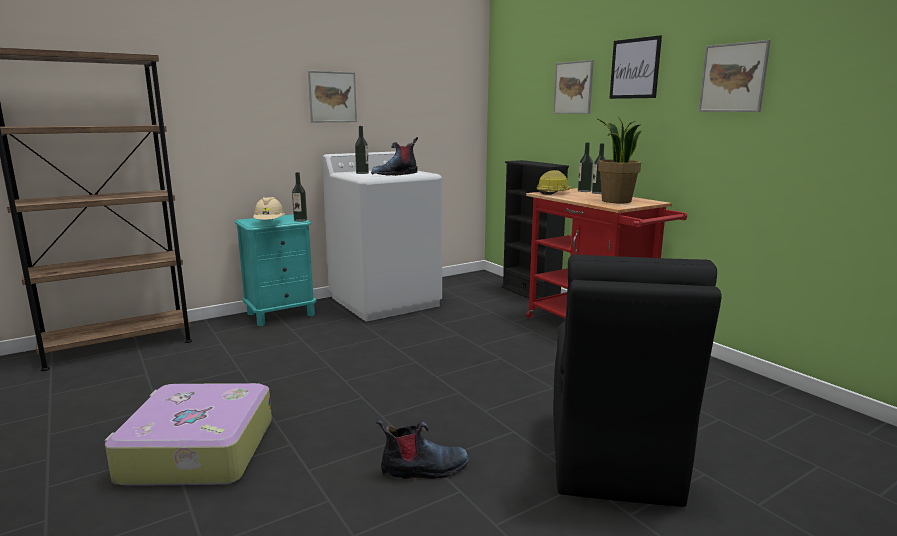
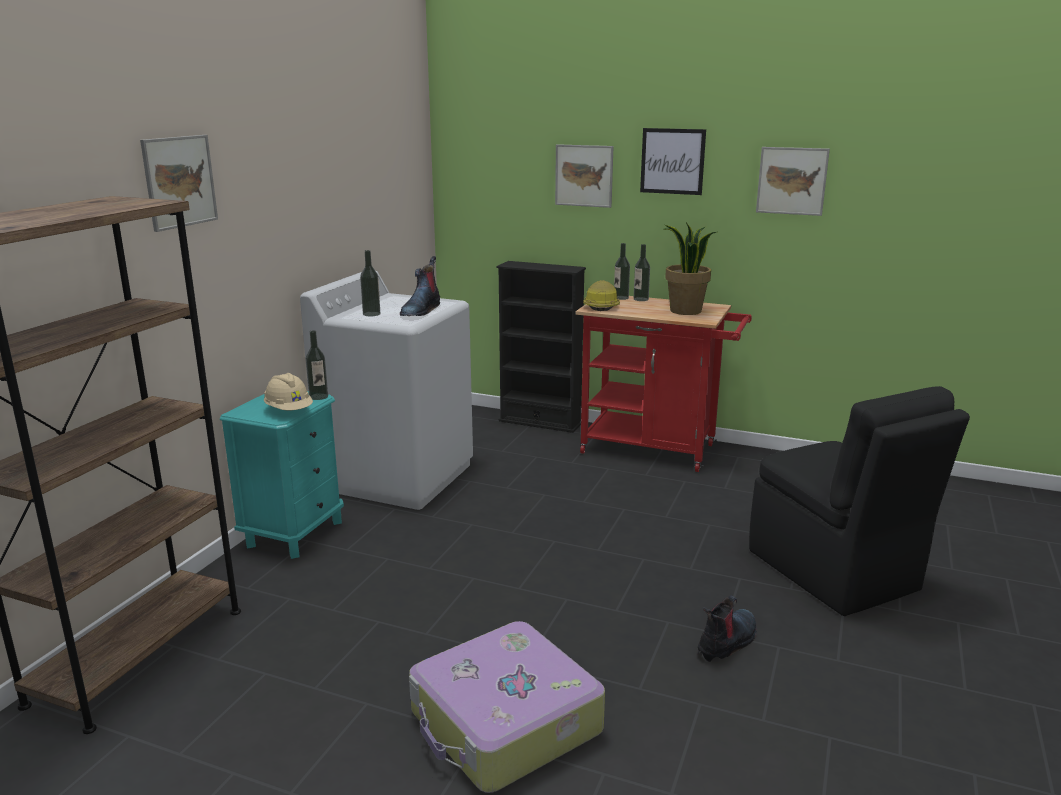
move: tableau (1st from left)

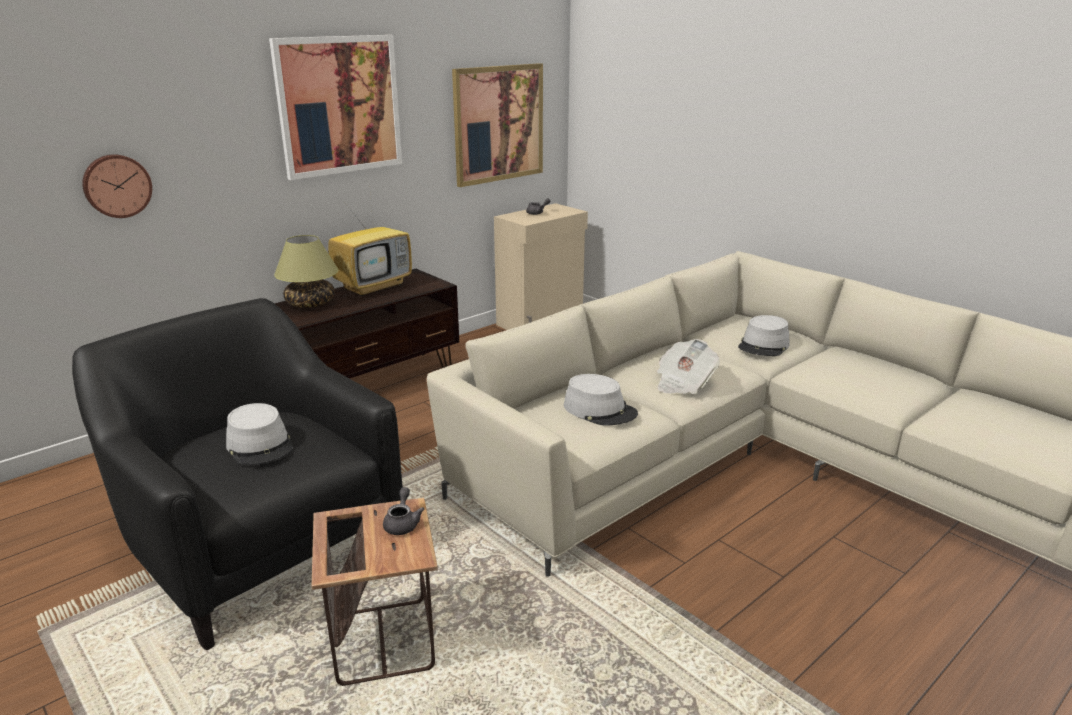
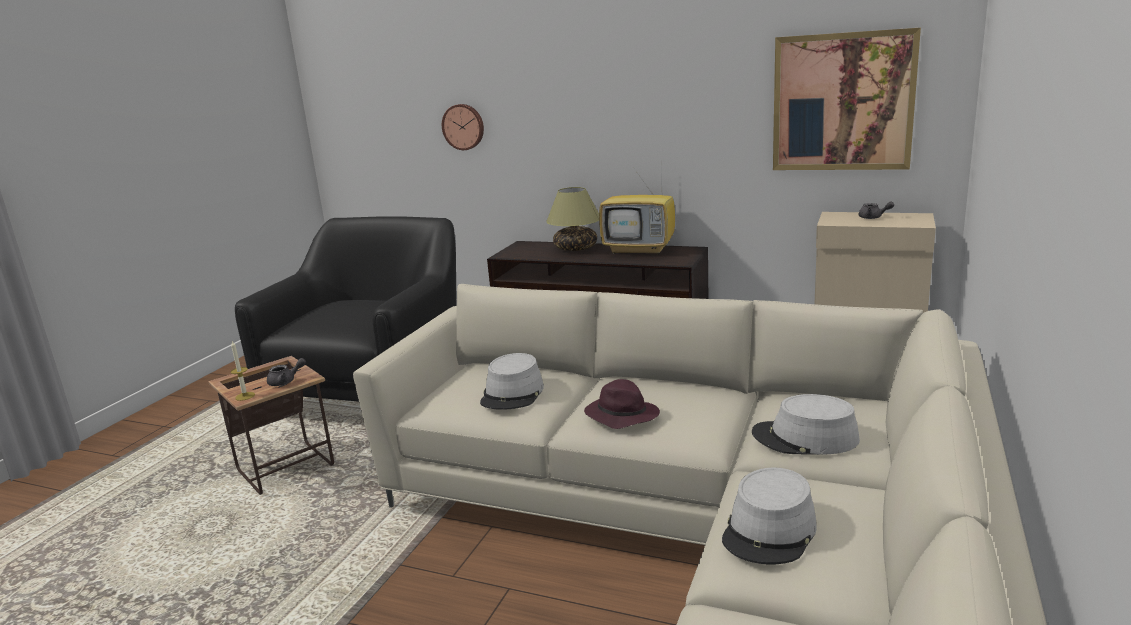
delete: tableau (1st from left)
insert: bougie
move: chapeau (gris) (1st from left in the first image) to chapeau (gris) (2nd from left)
replace: journal to chapeau (violet)

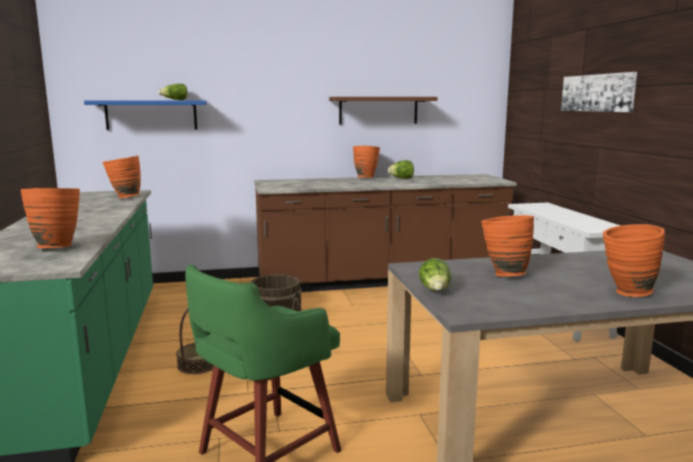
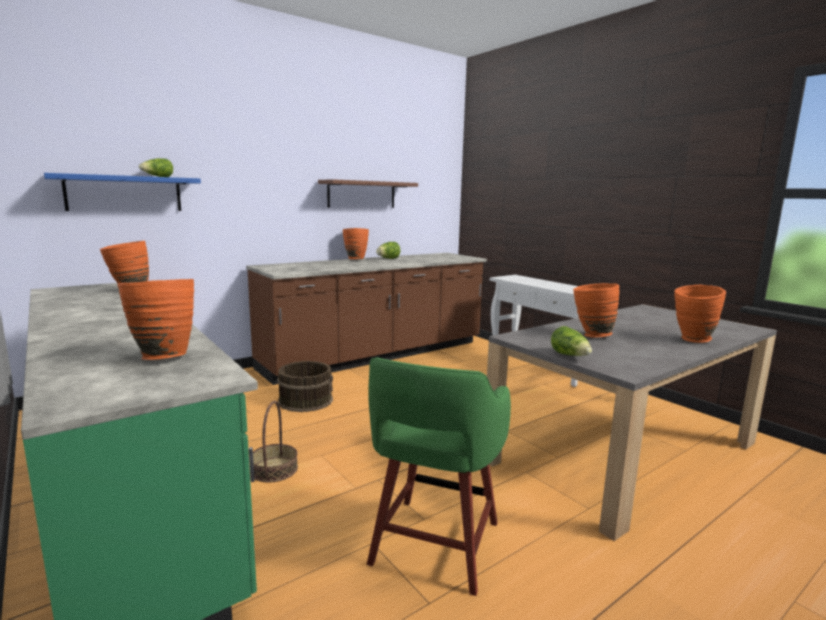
delete: tableau

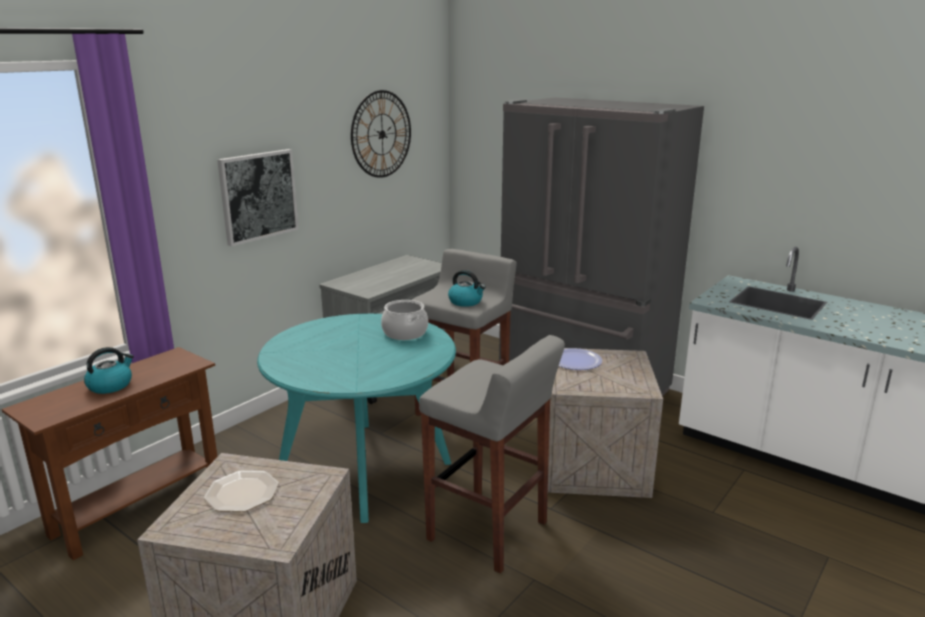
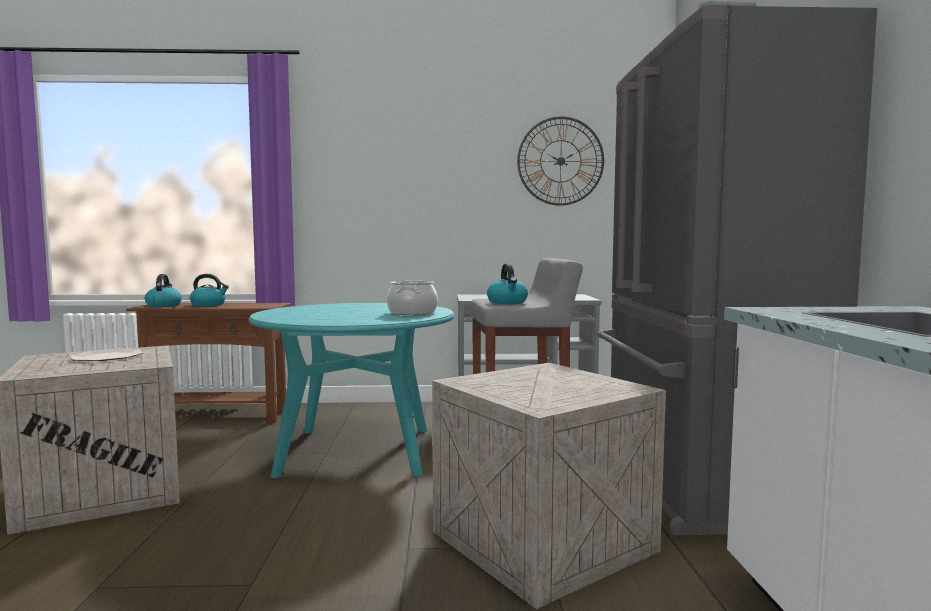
delete: tableau; tabouret (gris) (2nd from left); assiette (2nd from left)
insert: bouilloire (1st from left)

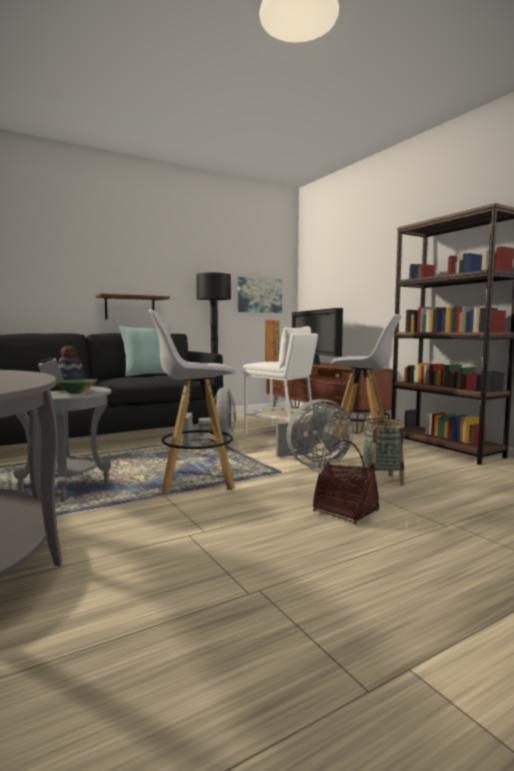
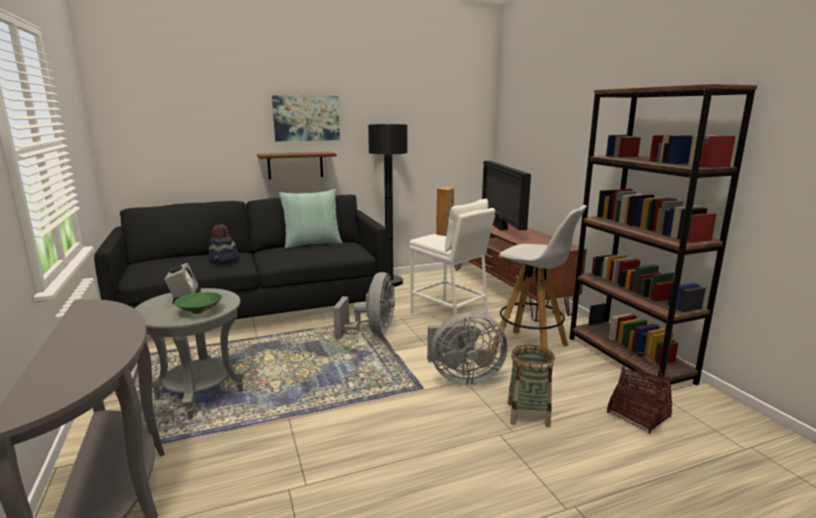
delete: tabouret (blanc) (1st from left)
move: tableau; panier (1st from left in the first image) to panier (2nd from left)

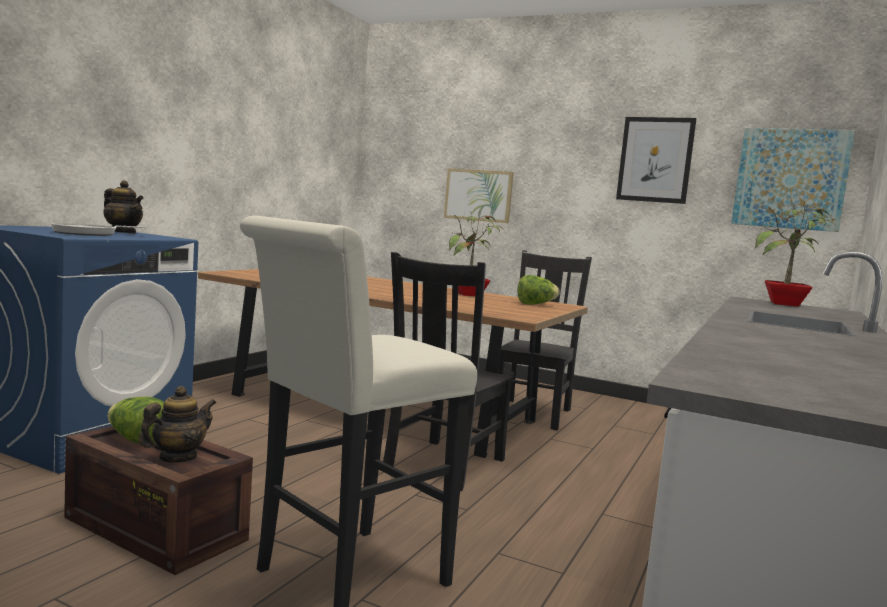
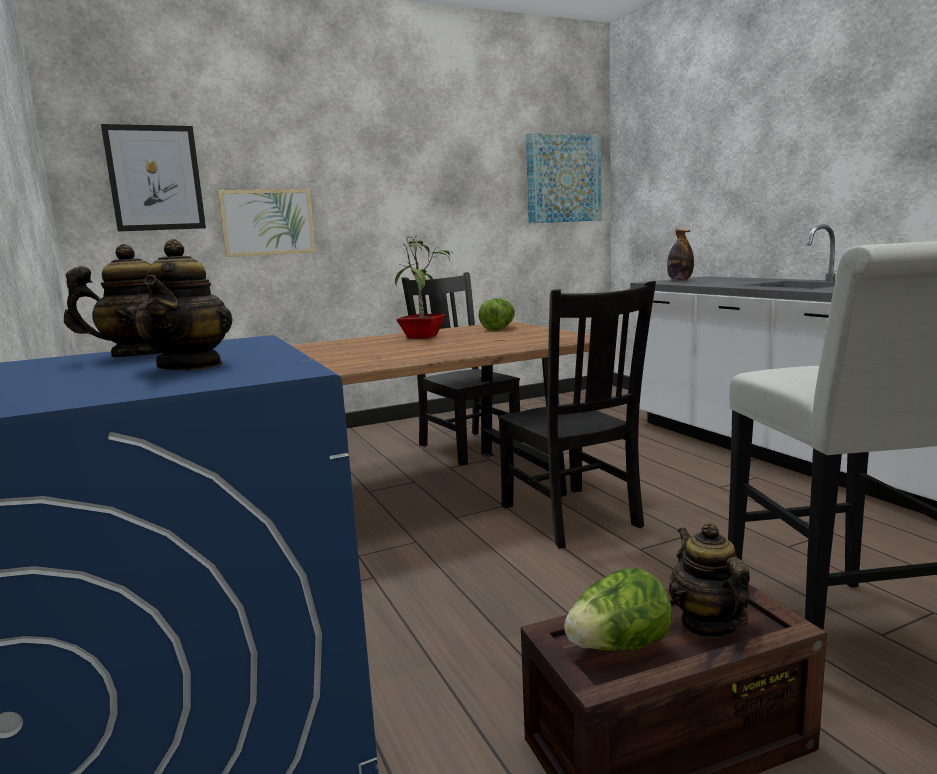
move: tableau (2nd from left in the first image) to tableau (1st from left)
replace: poêle to théière (2nd from left); plante en pot (2nd from left) to bouteille

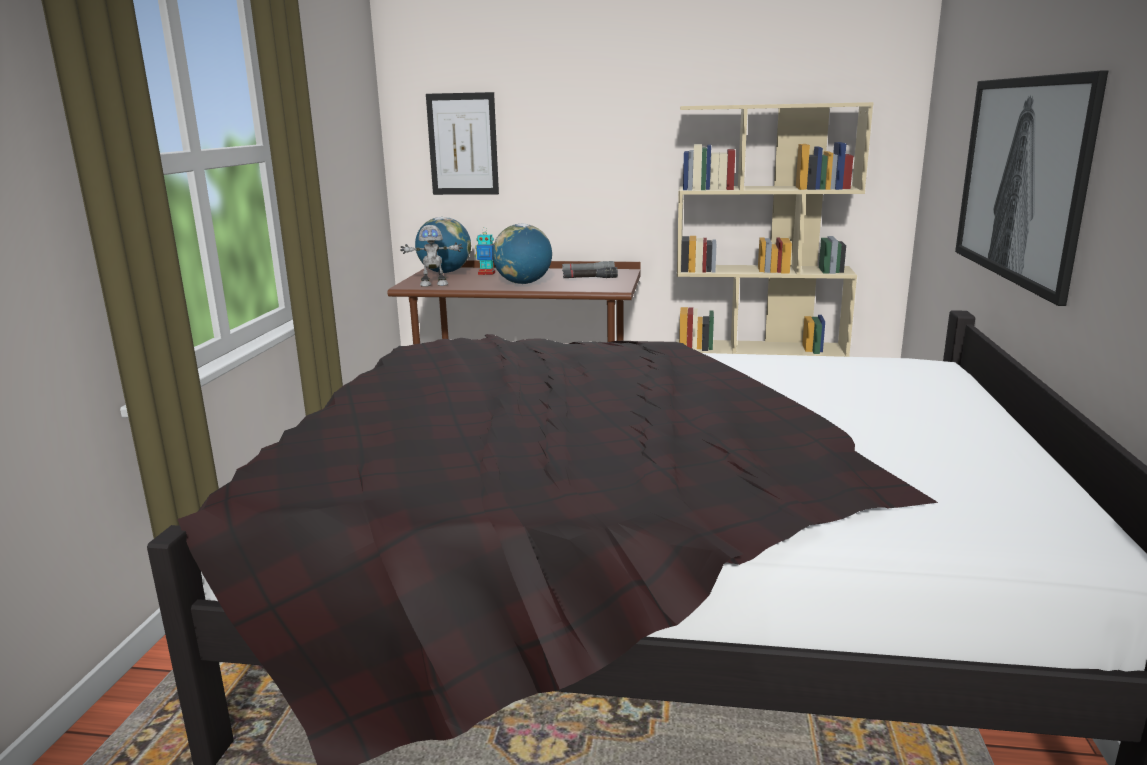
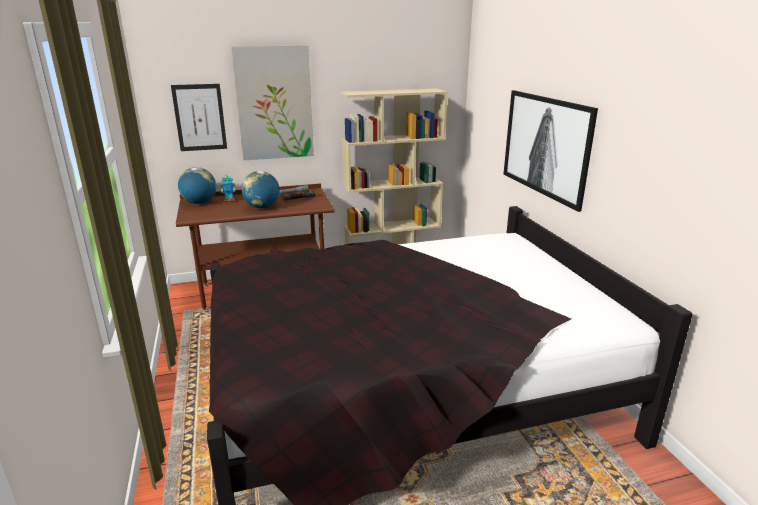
delete: robot jouet (1st from left)
insert: tableau (2nd from left)

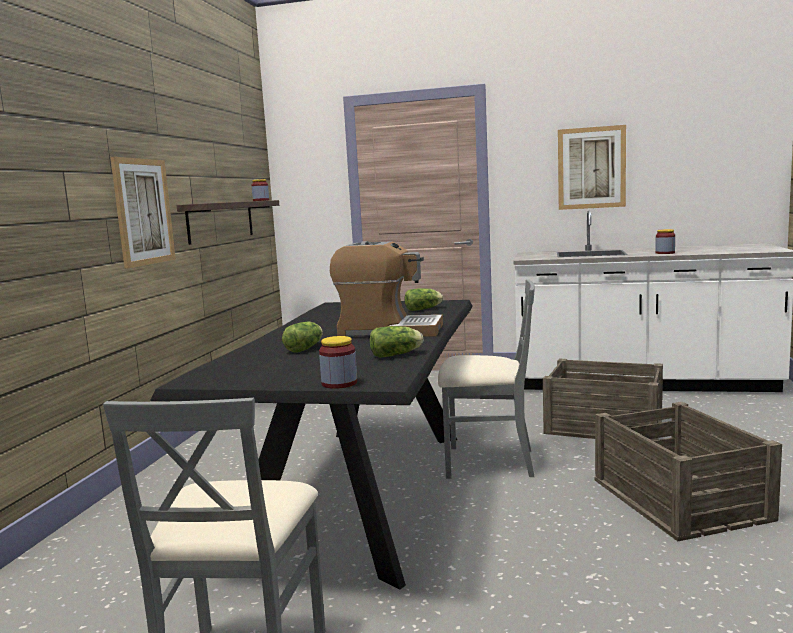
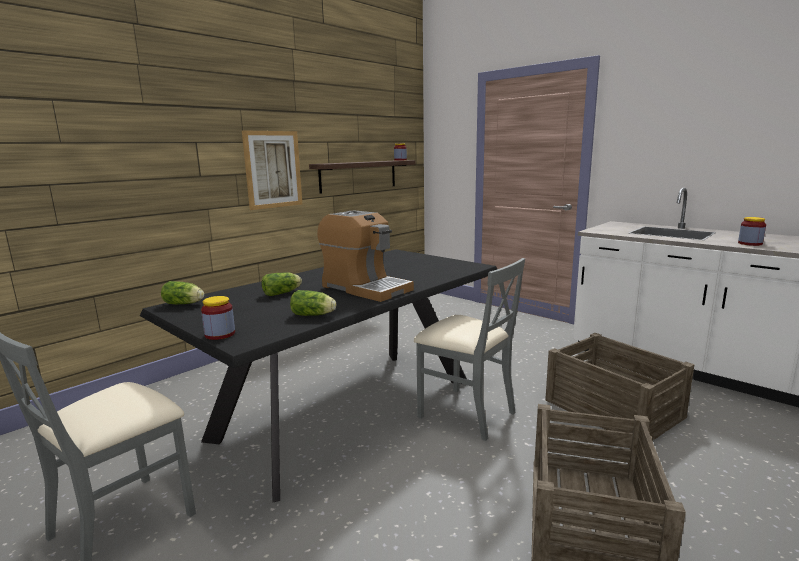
delete: tableau (2nd from left)
move: laitue (3rd from left in the first image) to laitue (1st from left)

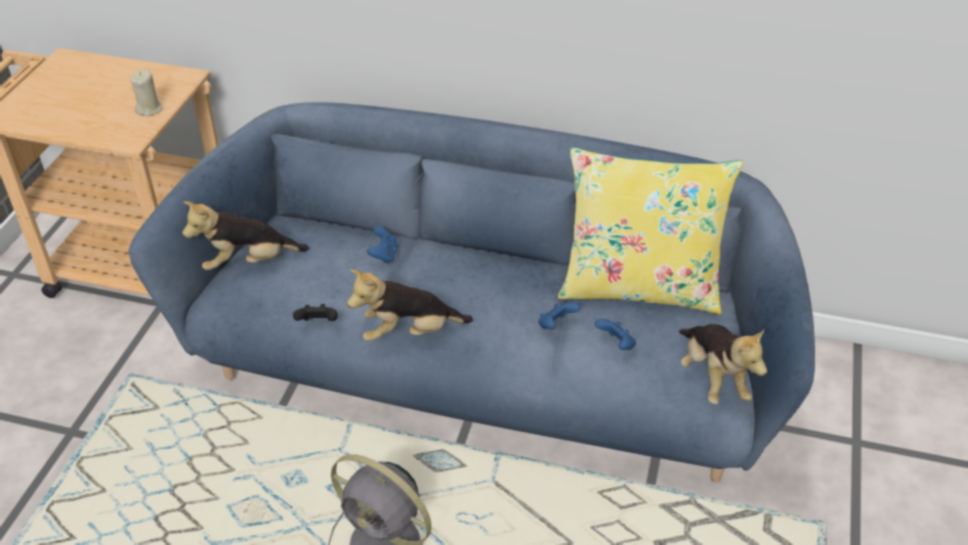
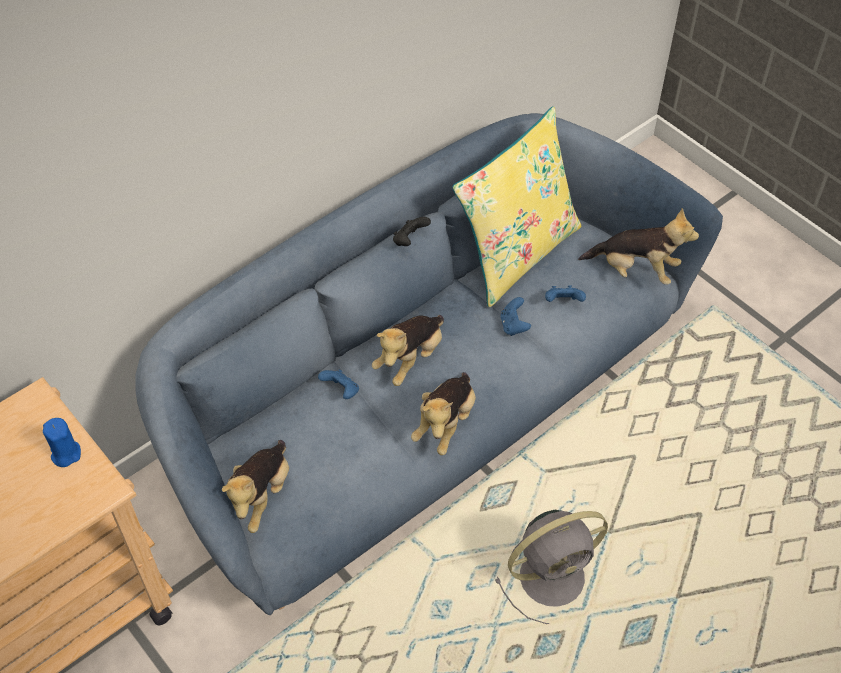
insert: peluche (2nd from left)
move: manette (noir)
recolor: bougie (beige) to bougie (bleu)

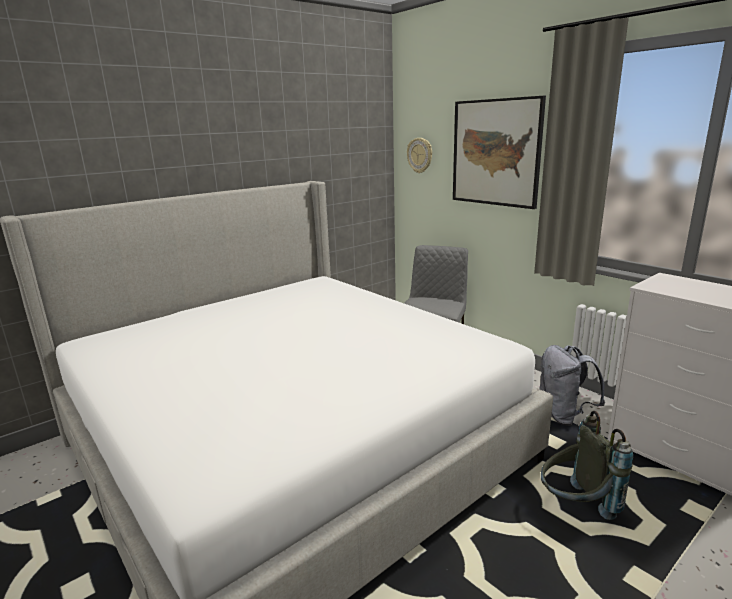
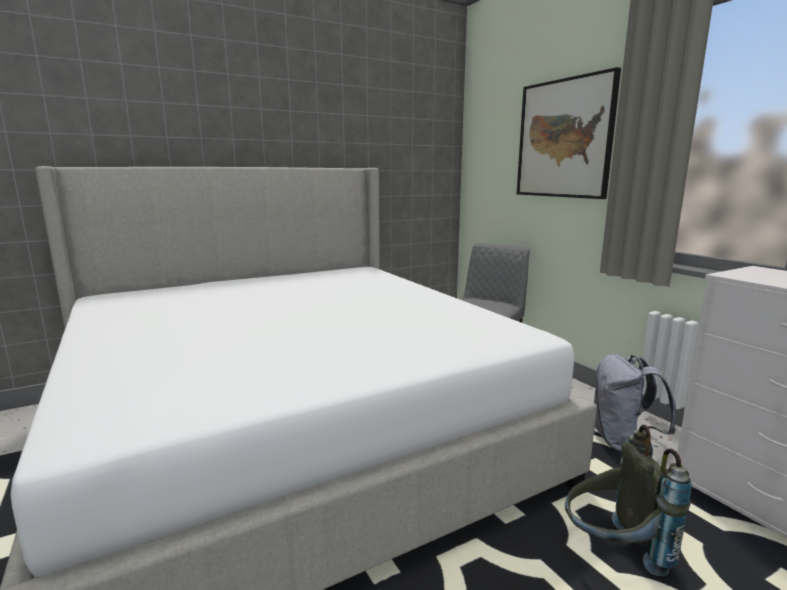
delete: horloge murale

